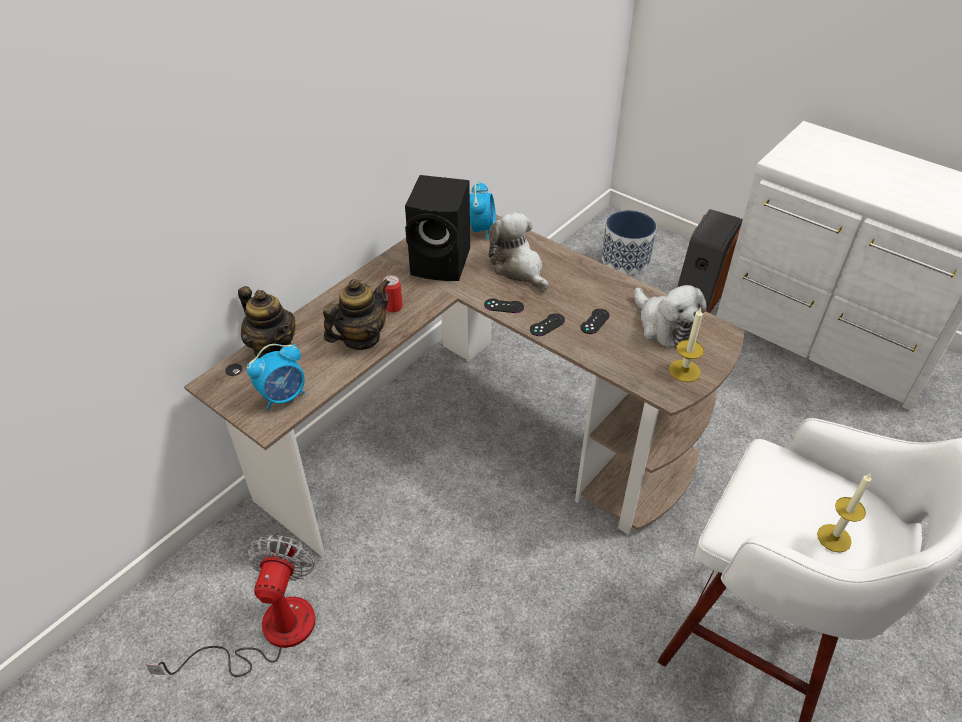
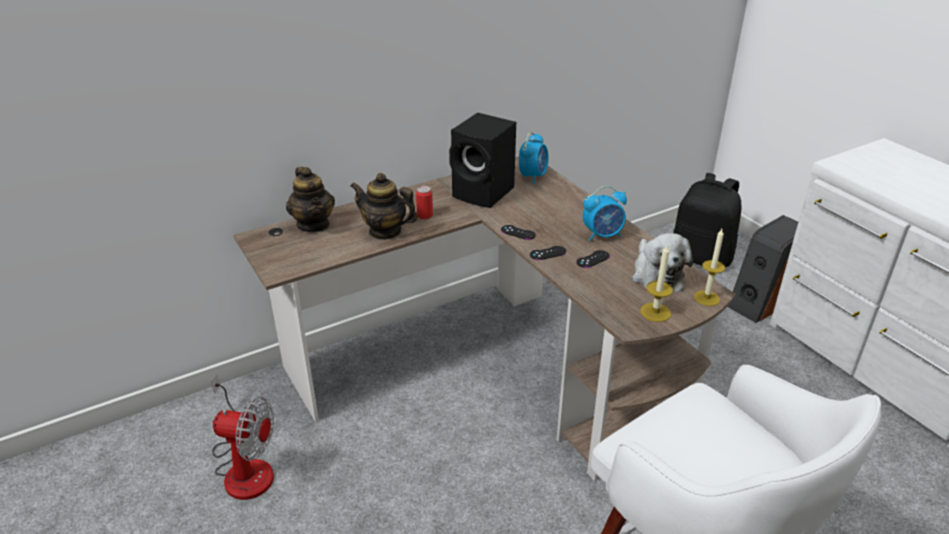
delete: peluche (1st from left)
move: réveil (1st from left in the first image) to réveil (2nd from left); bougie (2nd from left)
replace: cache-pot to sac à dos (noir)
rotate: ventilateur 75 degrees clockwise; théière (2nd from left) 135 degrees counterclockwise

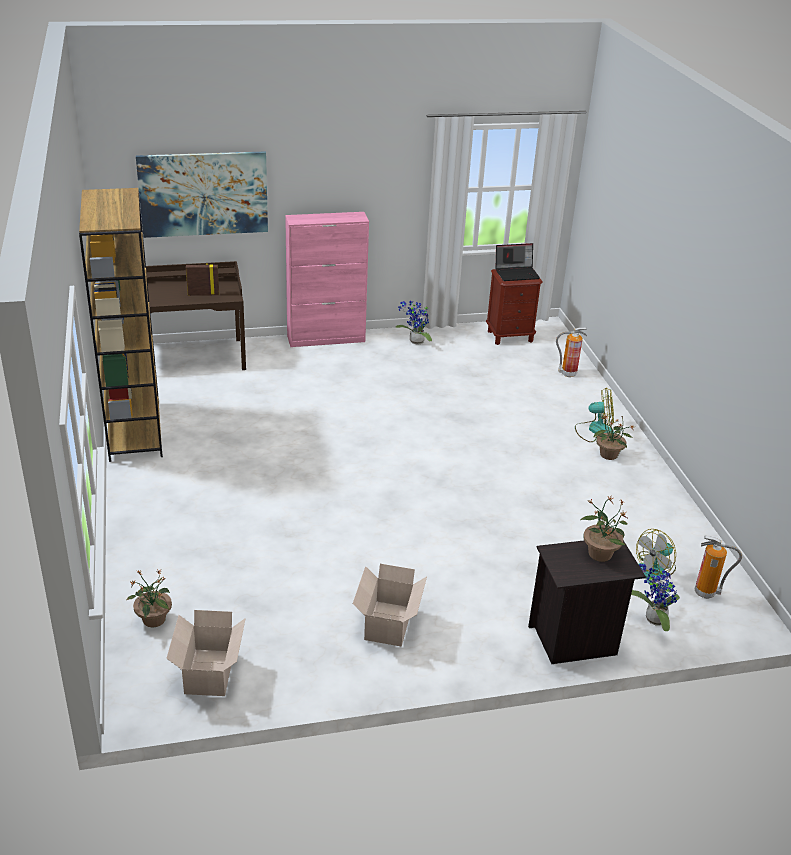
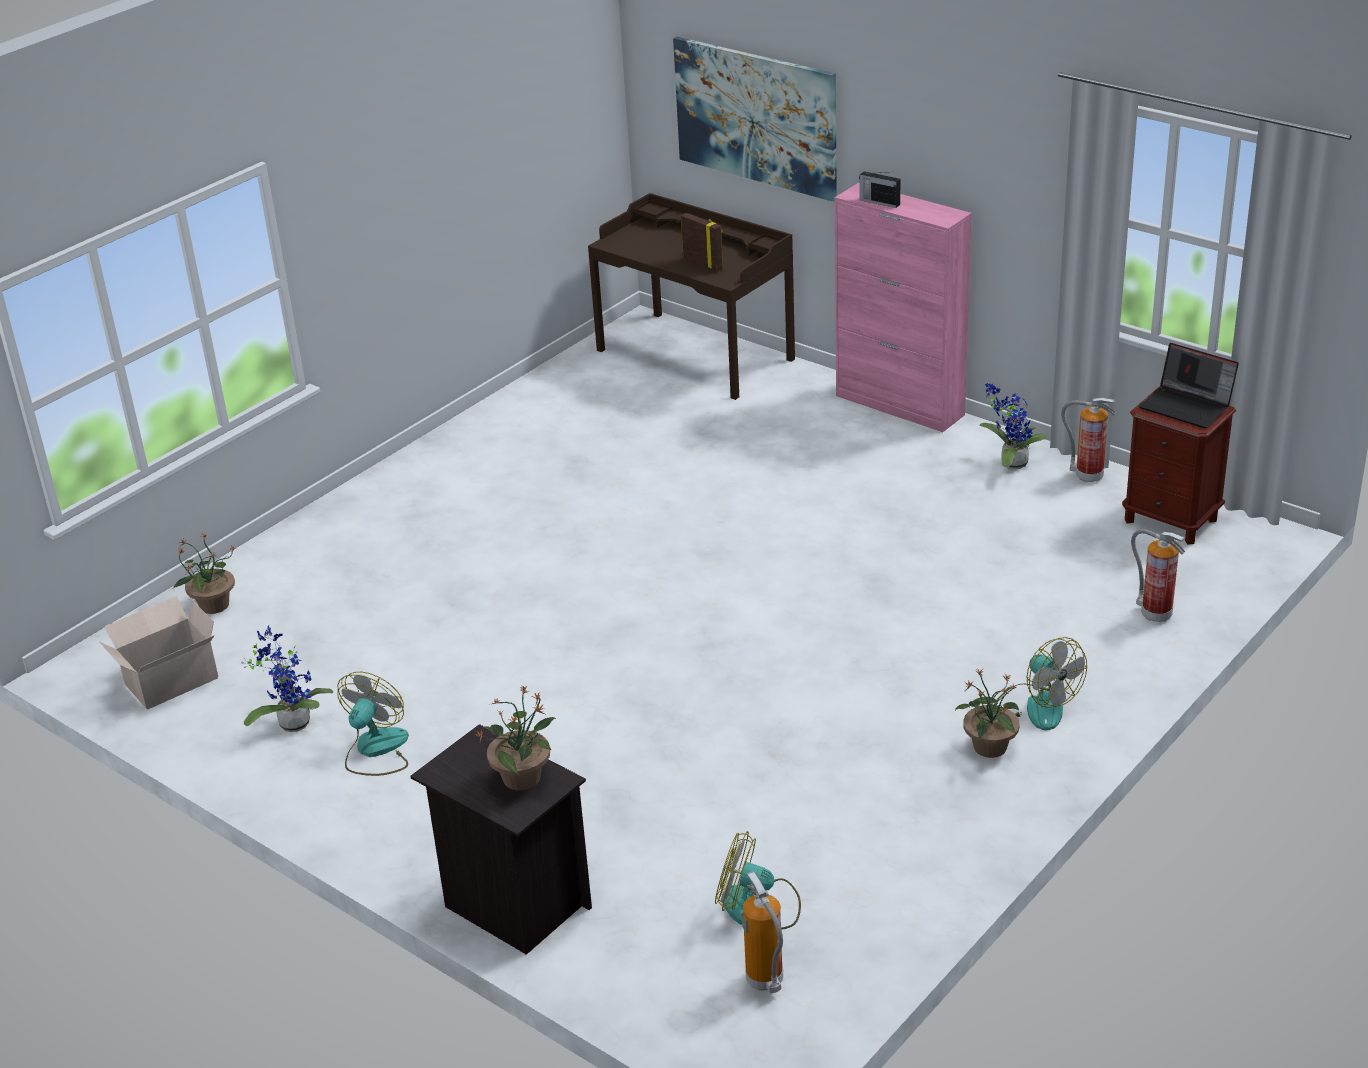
delete: bibliothèque (marron)
insert: radio; extincteur (2nd from left)
move: plante en pot (5th from left in the first image) to plante en pot (2nd from left)
replace: carton (2nd from left) to ventilateur (1st from left)

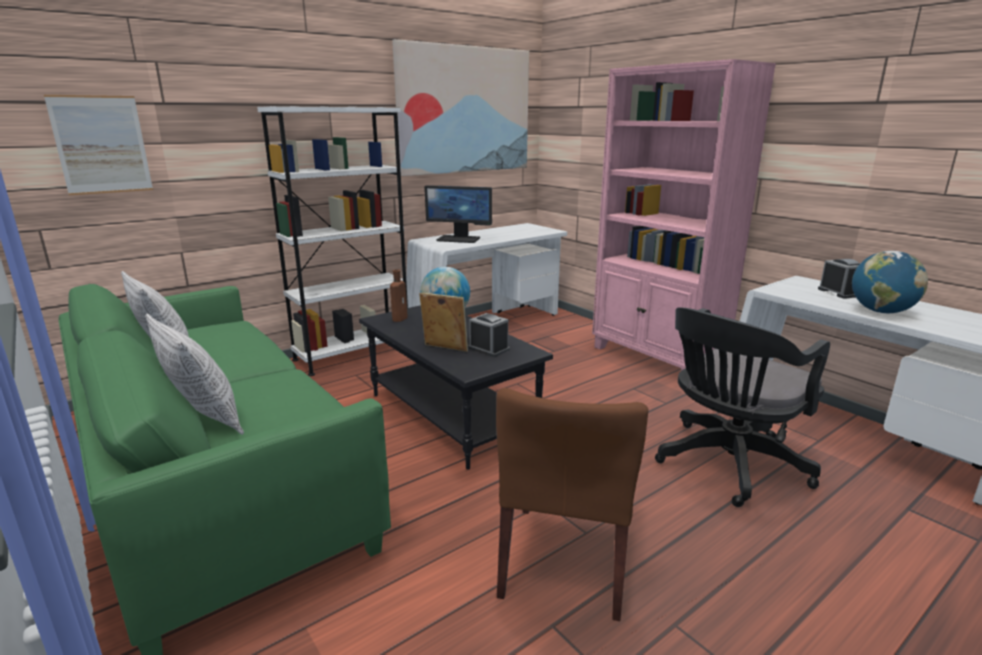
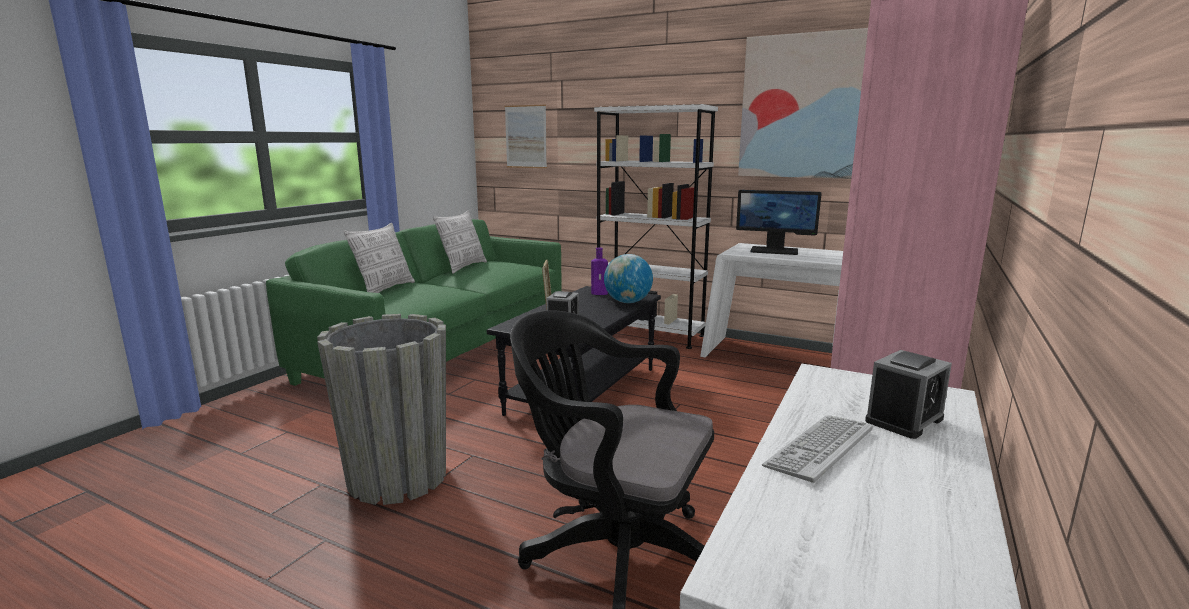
replace: chaise (marron) to cache-pot (gris); globe (2nd from left) to clavier
recolor: bouteille (marron) to bouteille (violet)
rotate: écran d'ordinateur 60 degrees counterclockwise

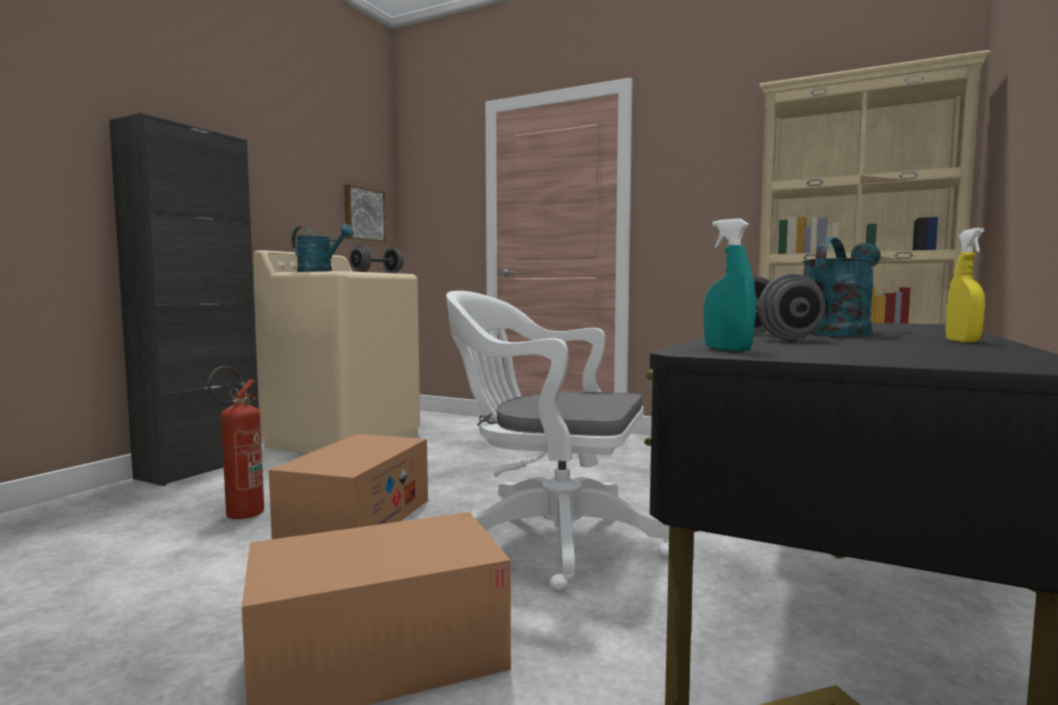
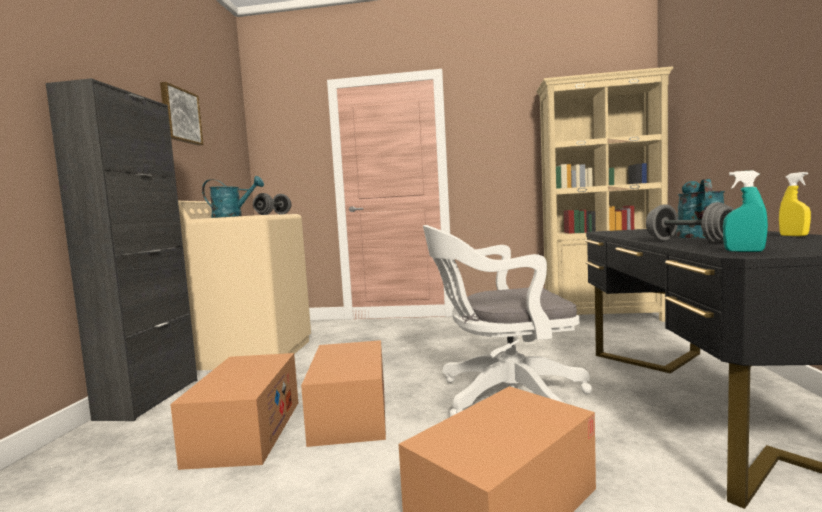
move: tableau
replace: extincteur to carton (1st from left)

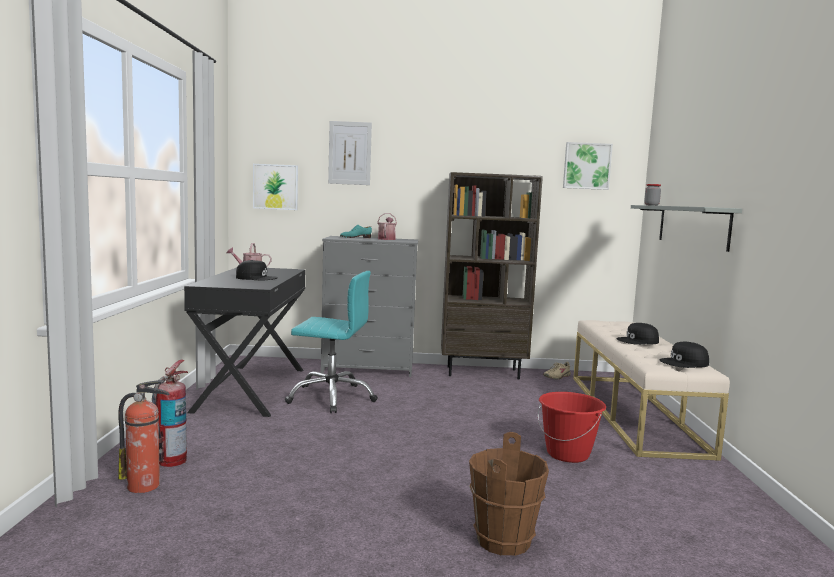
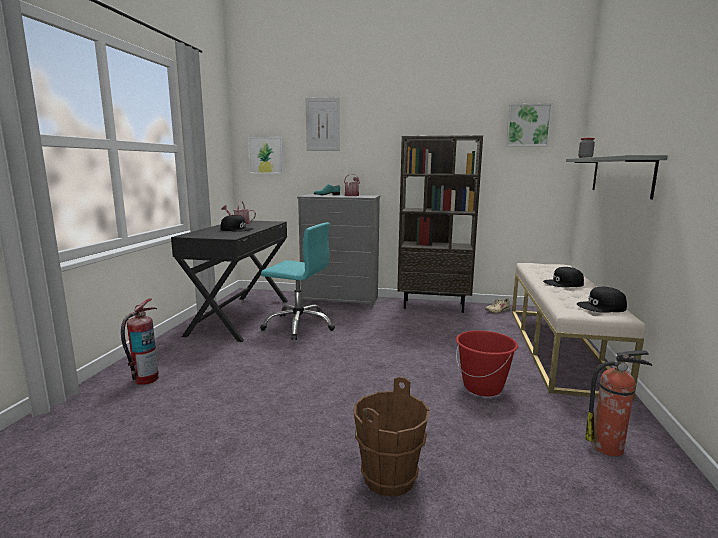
move: extincteur (1st from left in the first image) to extincteur (2nd from left)

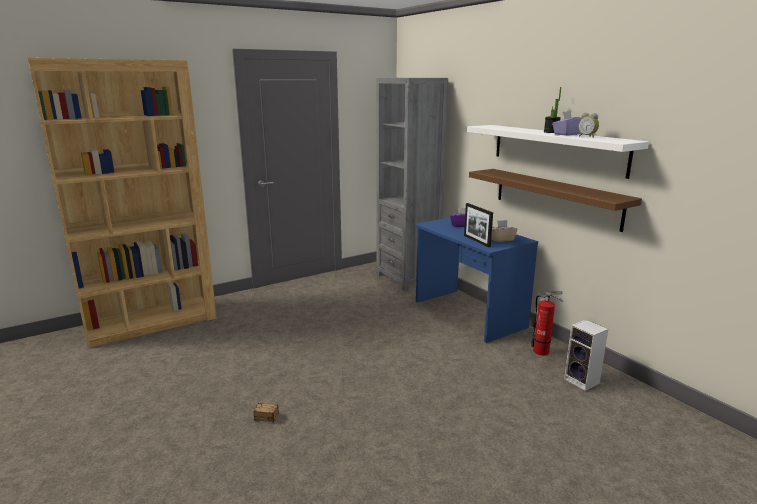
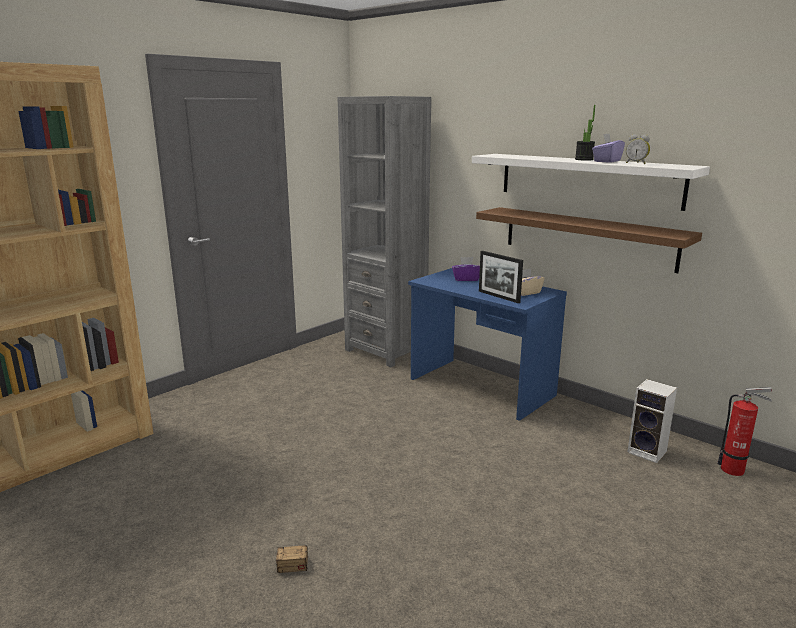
move: extincteur

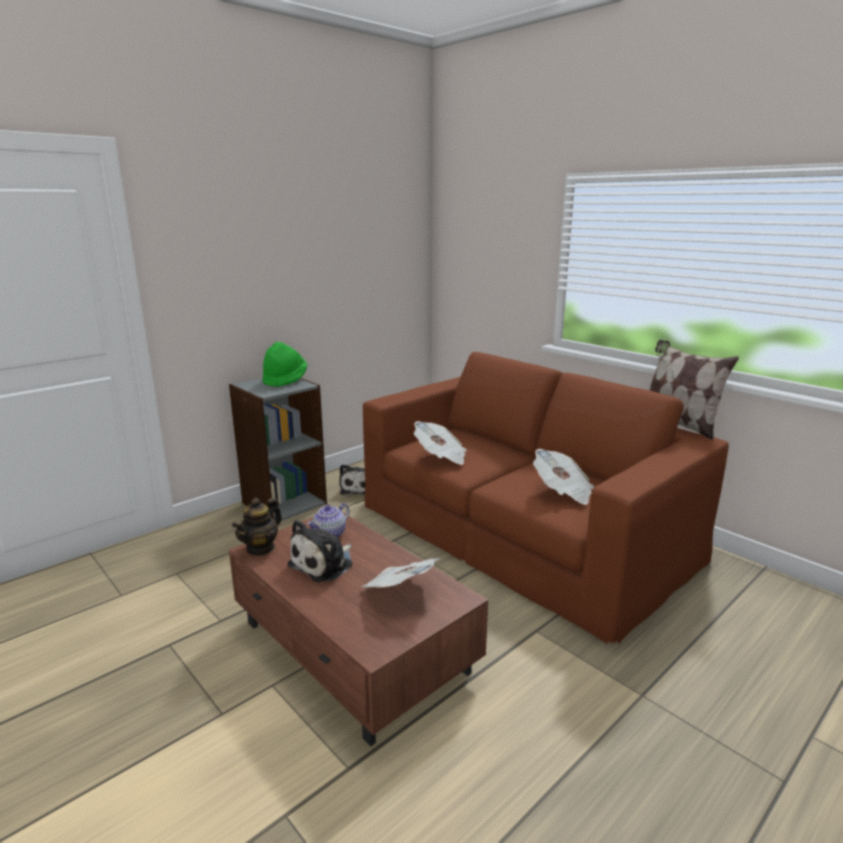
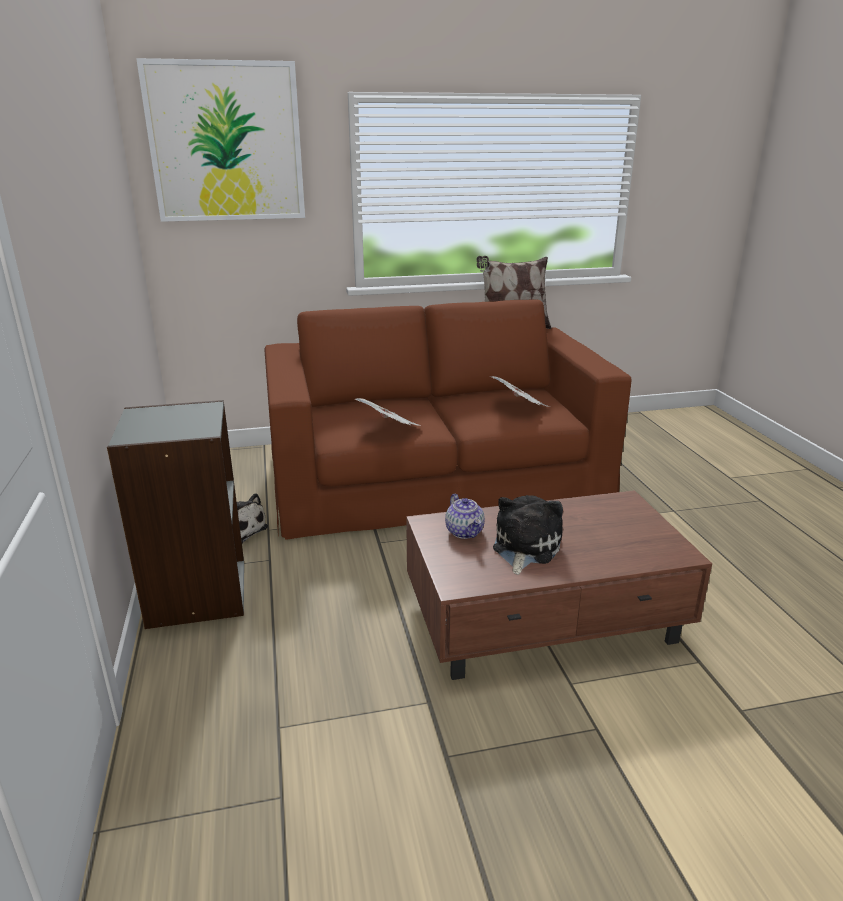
delete: théière (1st from left); chapeau (vert); journal (1st from left)
insert: tableau
rotate: peluche (1st from left in the first image) 135 degrees counterclockwise

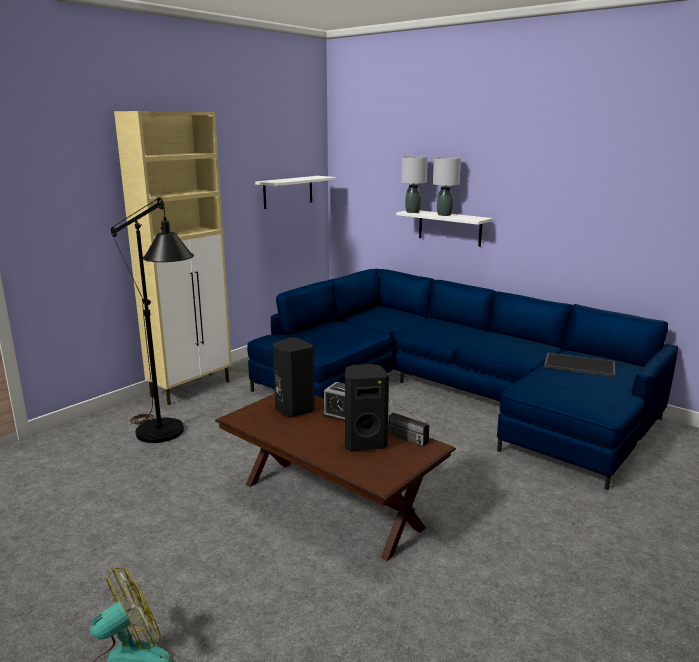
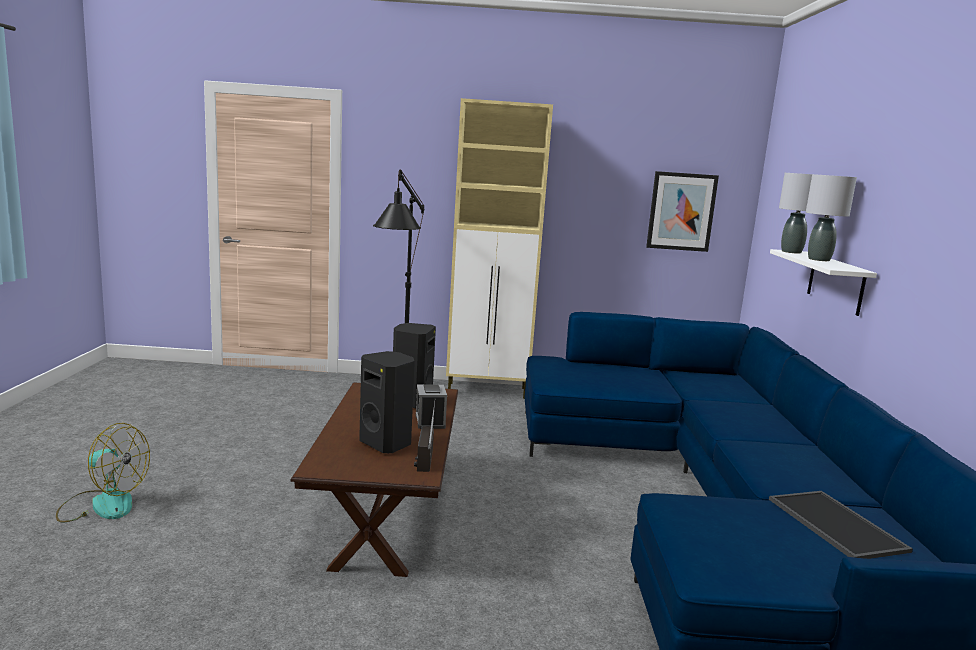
replace: étagère (blanc) (1st from left) to tableau

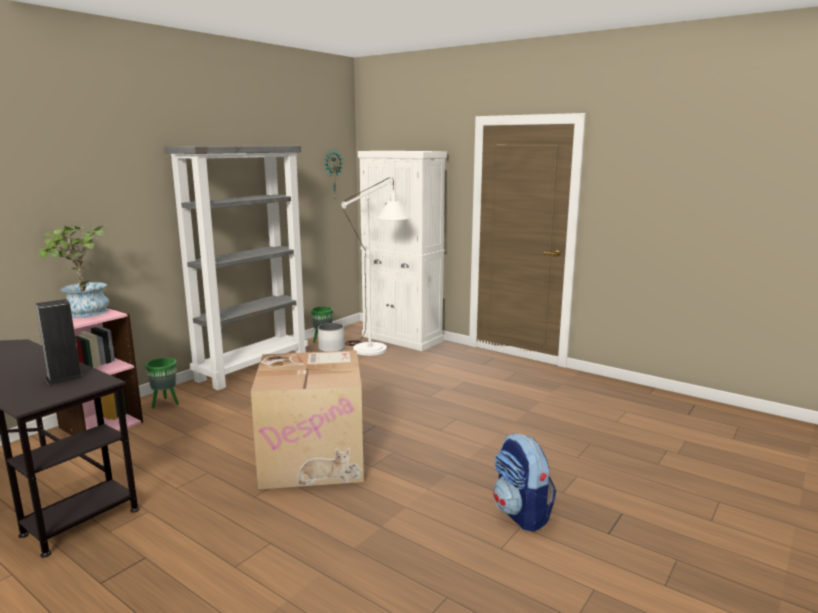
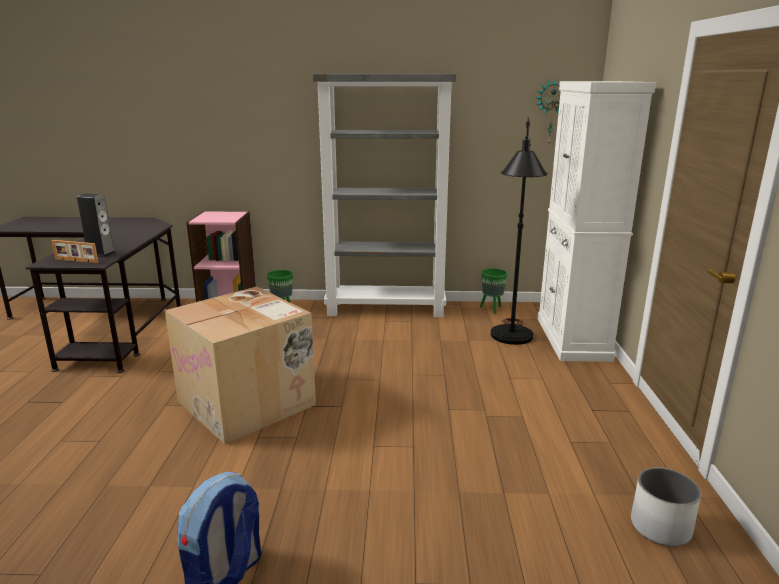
delete: plante en pot
insert: cadre photo
move: cache-pot (blanc)
recolor: lampadaire (blanc) to lampadaire (noir)

